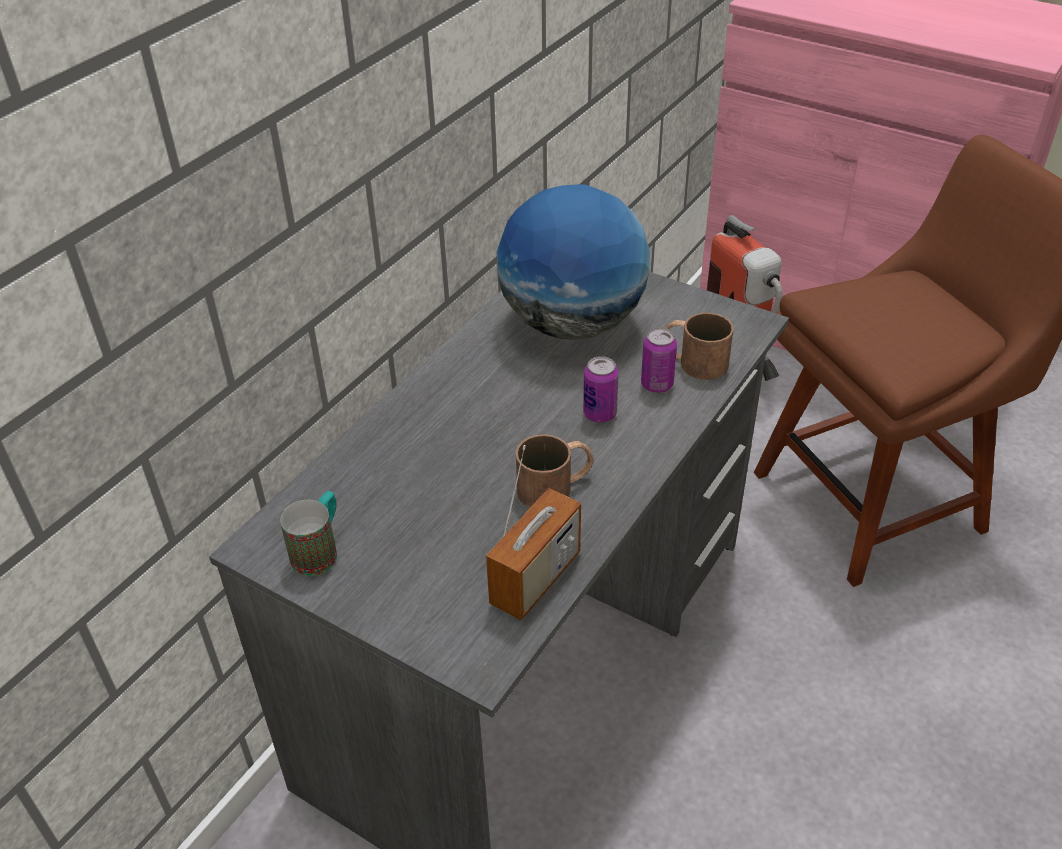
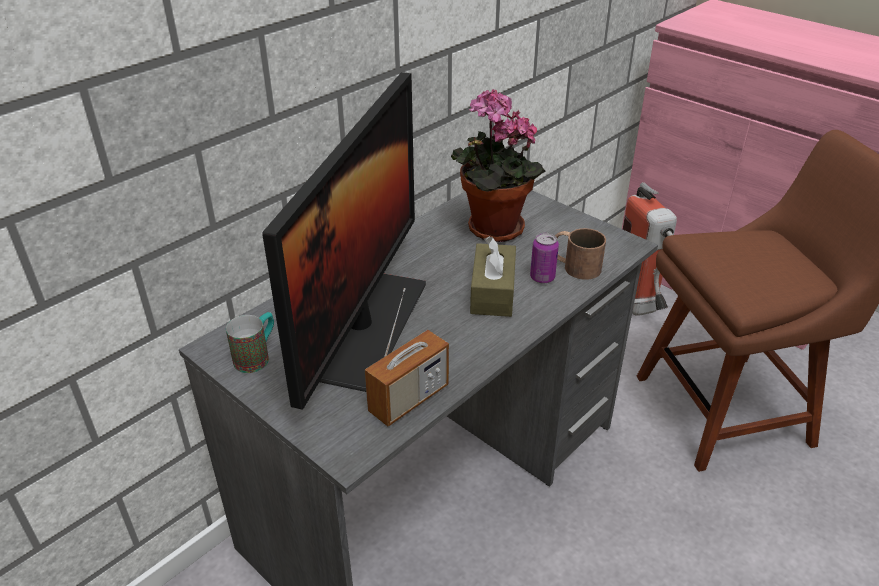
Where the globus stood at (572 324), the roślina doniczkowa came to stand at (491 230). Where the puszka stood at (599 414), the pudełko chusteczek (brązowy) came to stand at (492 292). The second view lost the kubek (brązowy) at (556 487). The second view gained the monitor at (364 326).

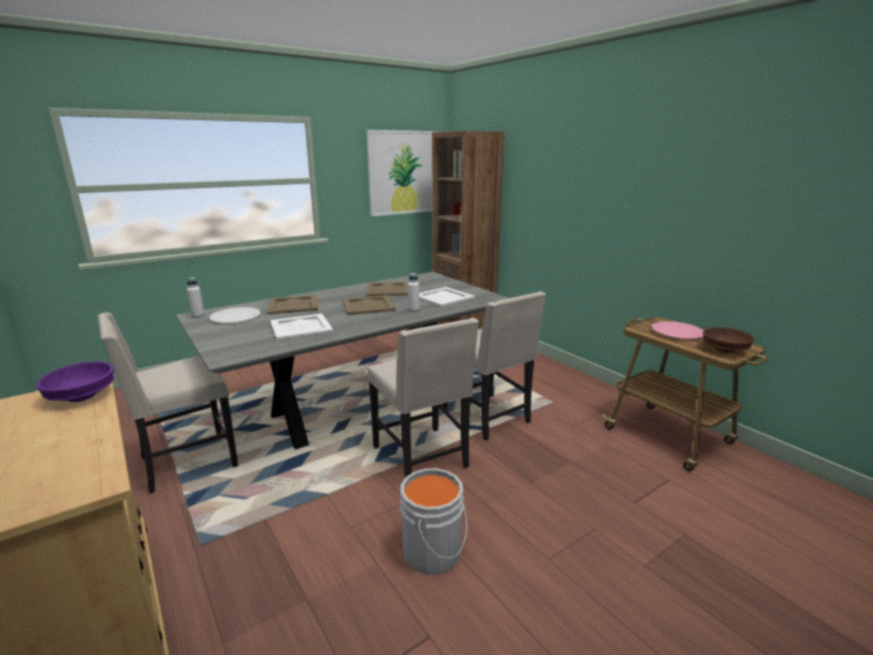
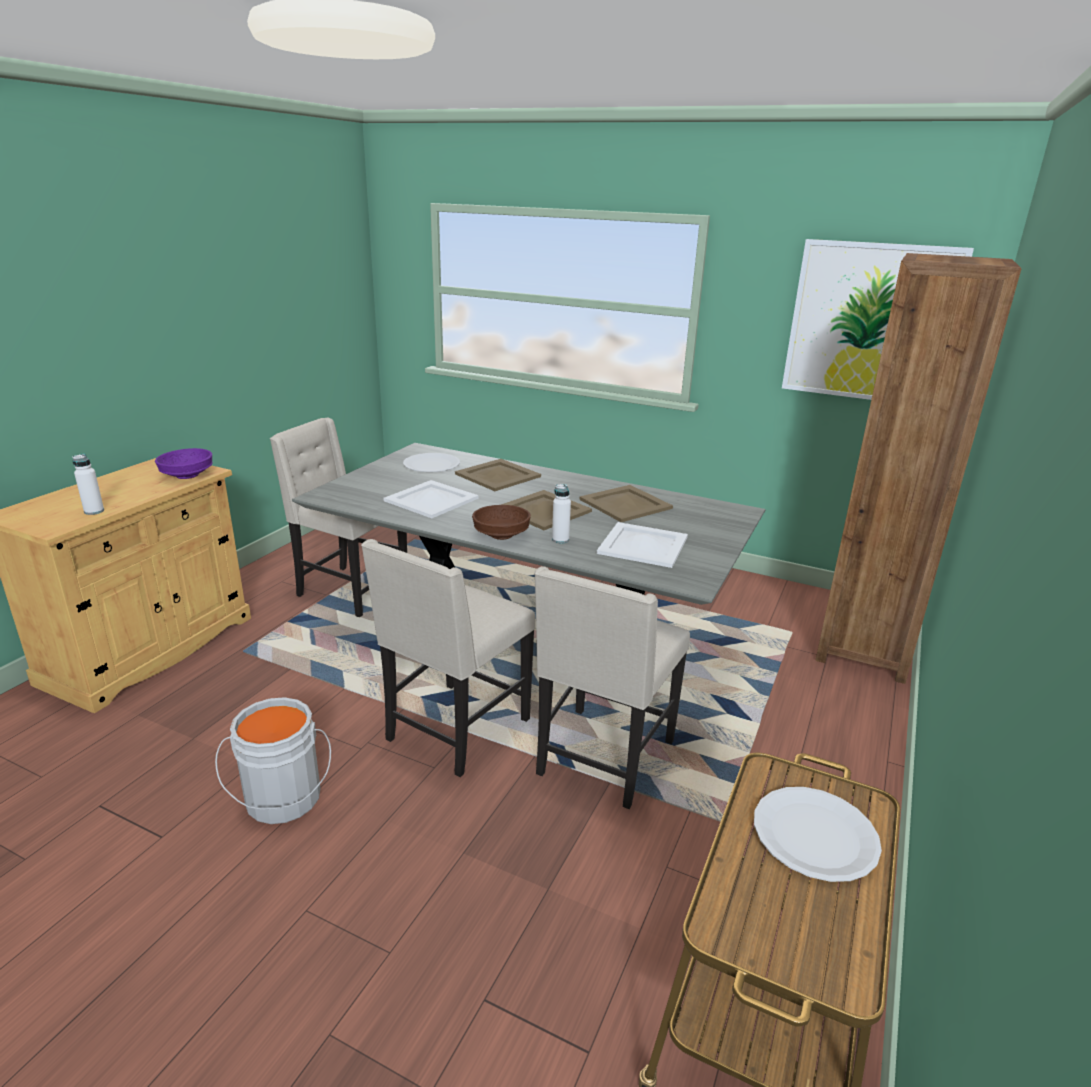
The butelka (biały) ended up elsewhere, having gone from (198 315) to (94 511). What was the talerz (różowy) at (677 332) turned into the talerz (biały) at (815 835). The miska (brązowy) ended up elsewhere, having gone from (724 350) to (502 535).

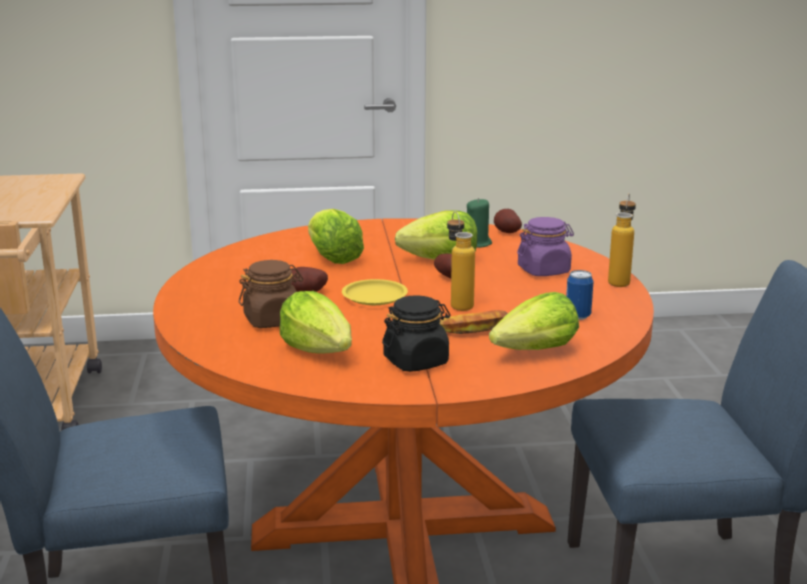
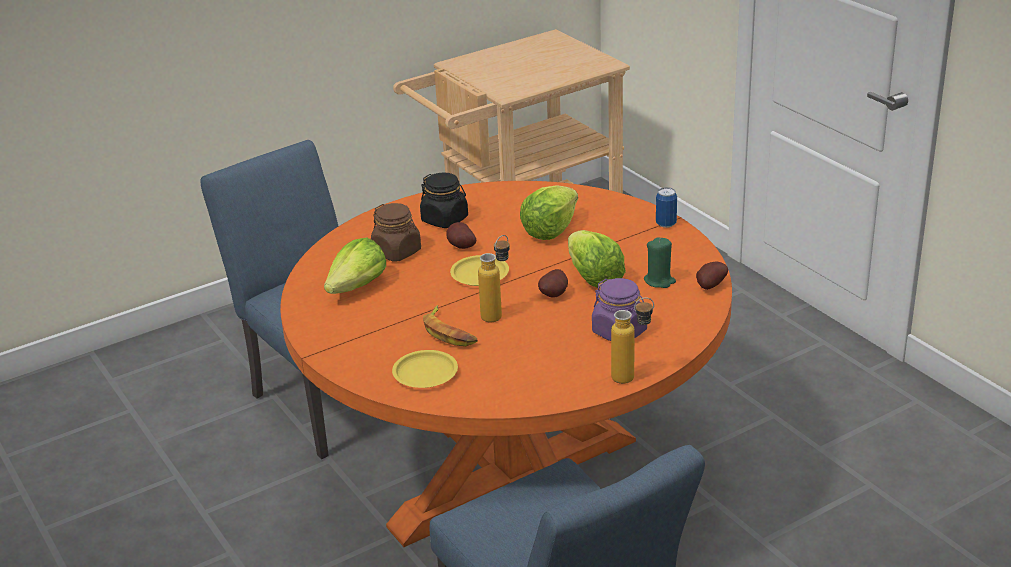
The puszka ended up elsewhere, having gone from (578 316) to (666 224). Where the sałata stood at (536 351), the talerz (żółty) came to stand at (425 374). The słoik (czarny) ended up elsewhere, having gone from (416 361) to (445 220).

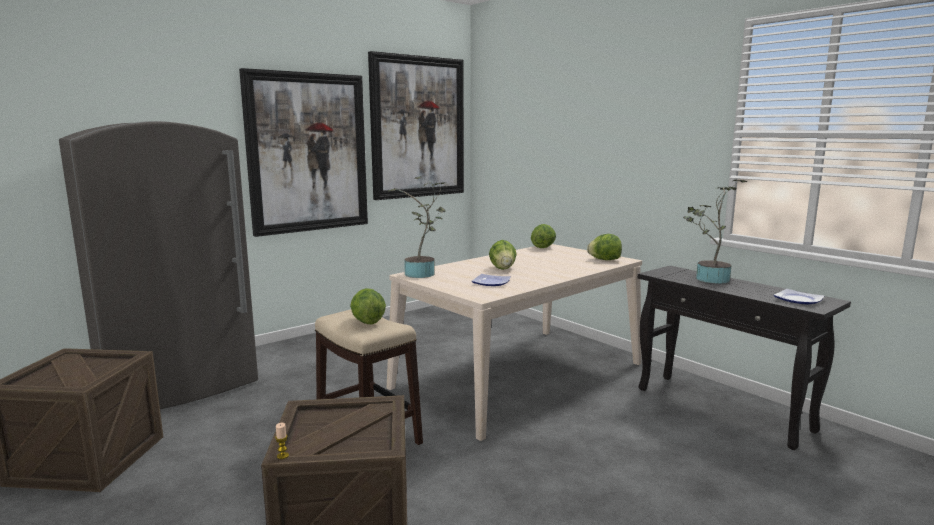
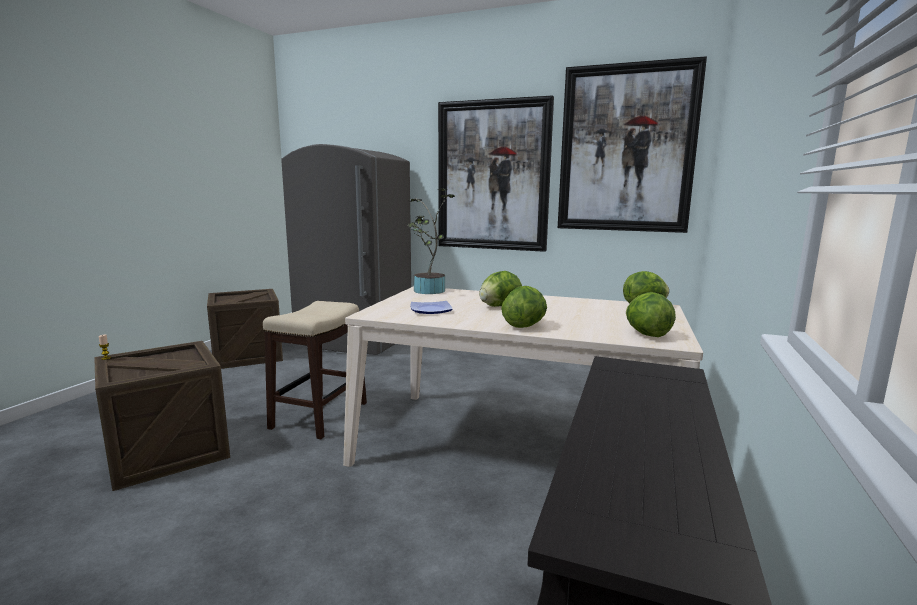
The second view lost the roślina doniczkowa at (709 279). The sałata ended up elsewhere, having gone from (367 322) to (524 326). The second view lost the talerz at (797 299).

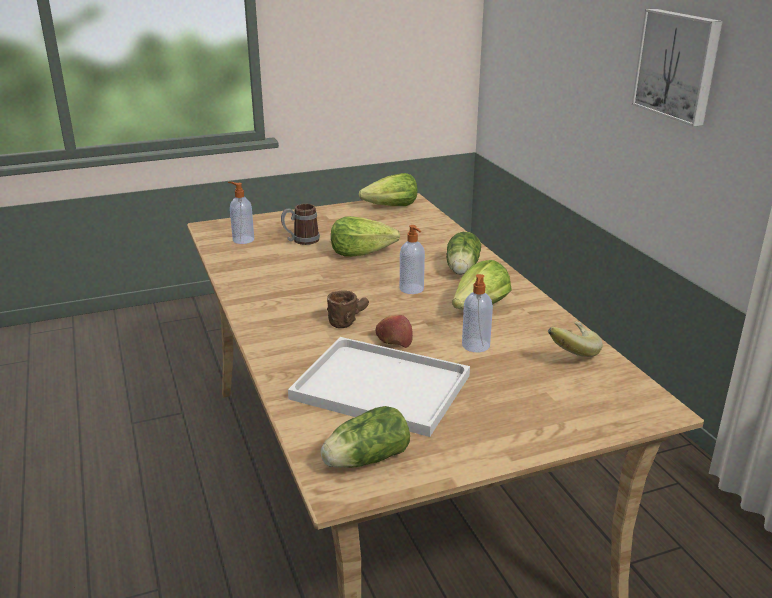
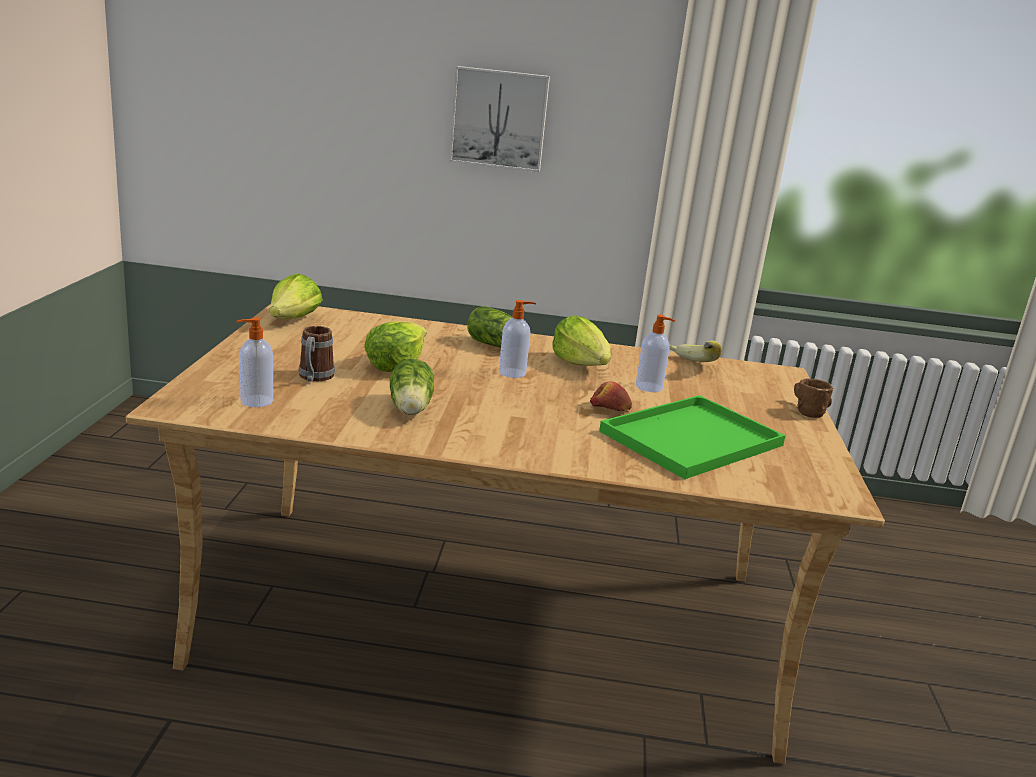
The kubek (brązowy) ended up elsewhere, having gone from (348 320) to (803 409). What was the taca (biały) at (384 387) turned into the taca (zielony) at (692 437). The sałata ended up elsewhere, having gone from (364 460) to (410 409).

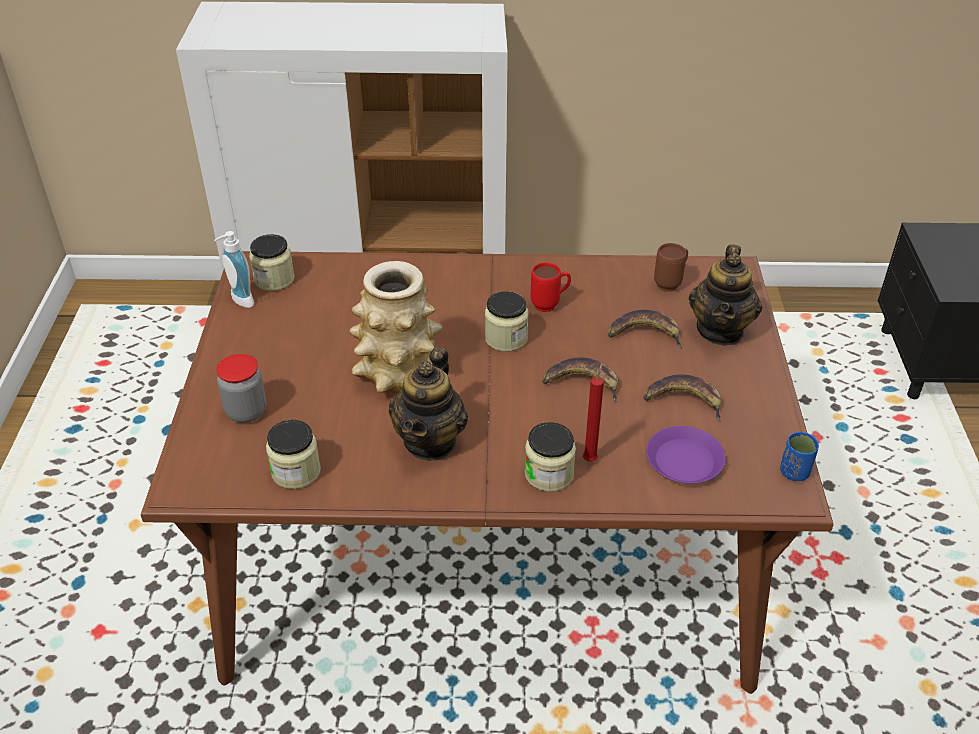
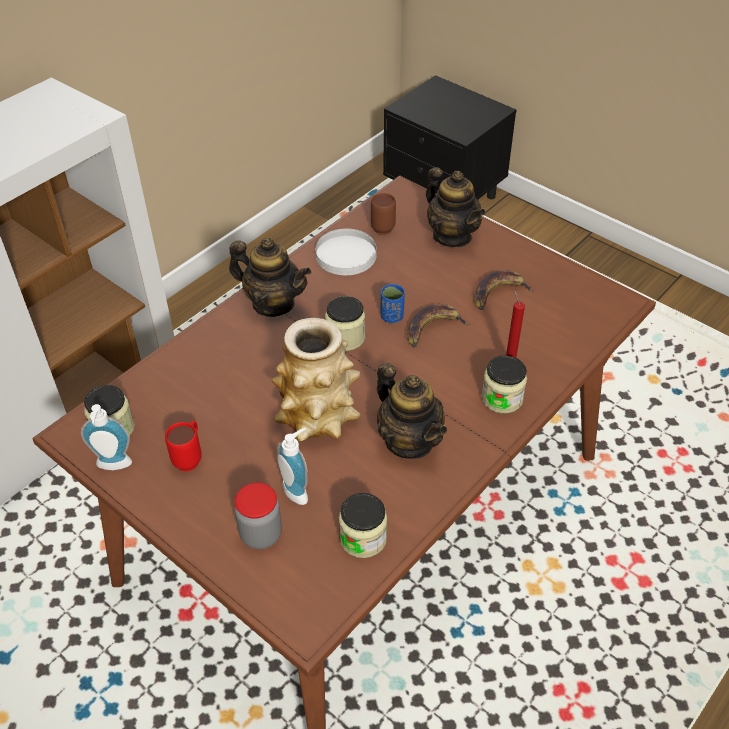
The kubek (czerwony) ended up elsewhere, having gone from (550 304) to (190 458). The second view lost the banan at (645 334). The second view lost the talerz (fioletowy) at (684 460). The filiżanka (niebieski) ended up elsewhere, having gone from (794 472) to (392 316). The second view gained the talerz (biały) at (346 255). The second view gained the imbryk at (273 303). The second view gained the dozownik mydła at (298 490).

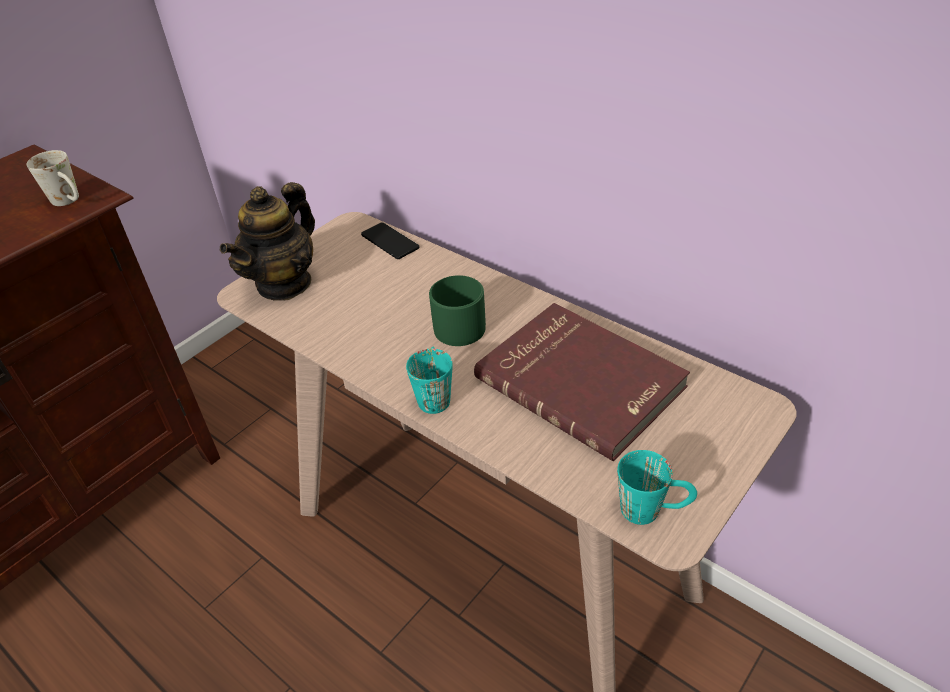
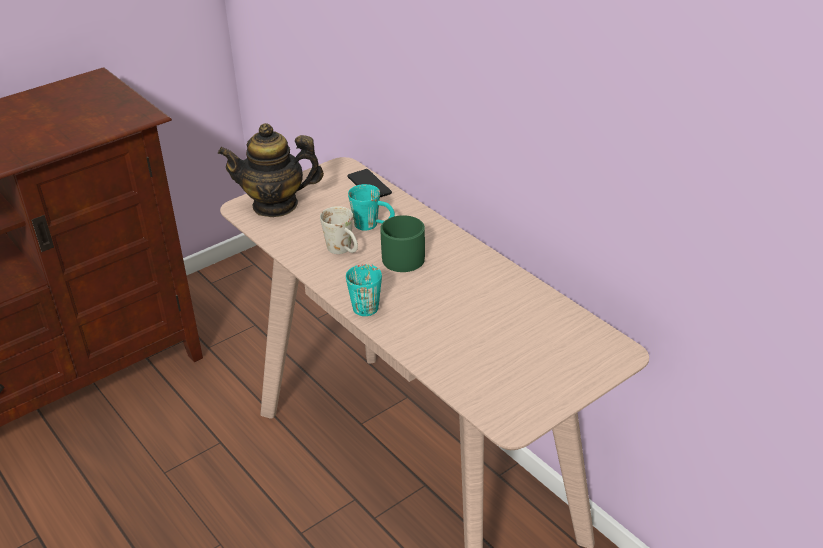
The kubek (biały) ended up elsewhere, having gone from (70 201) to (344 251). The imbryk at (284 283) ended up facing another way, 45 degrees clockwise from before. The second view lost the książka (czerwony) at (582 380). The kubek (turkusowy) ended up elsewhere, having gone from (652 510) to (373 225).

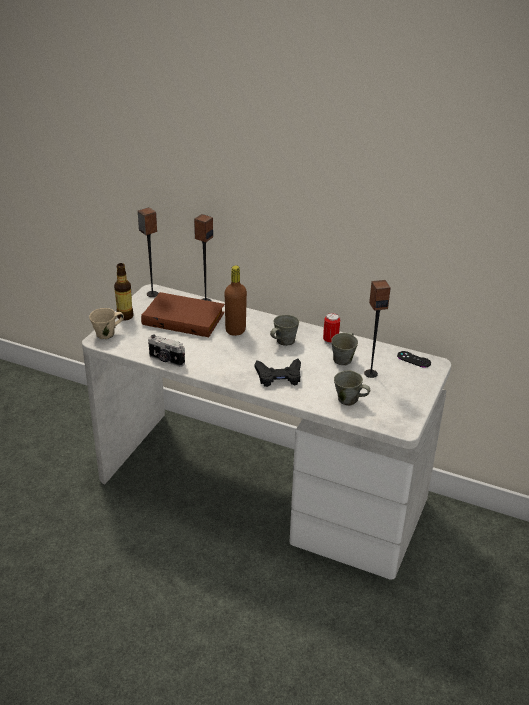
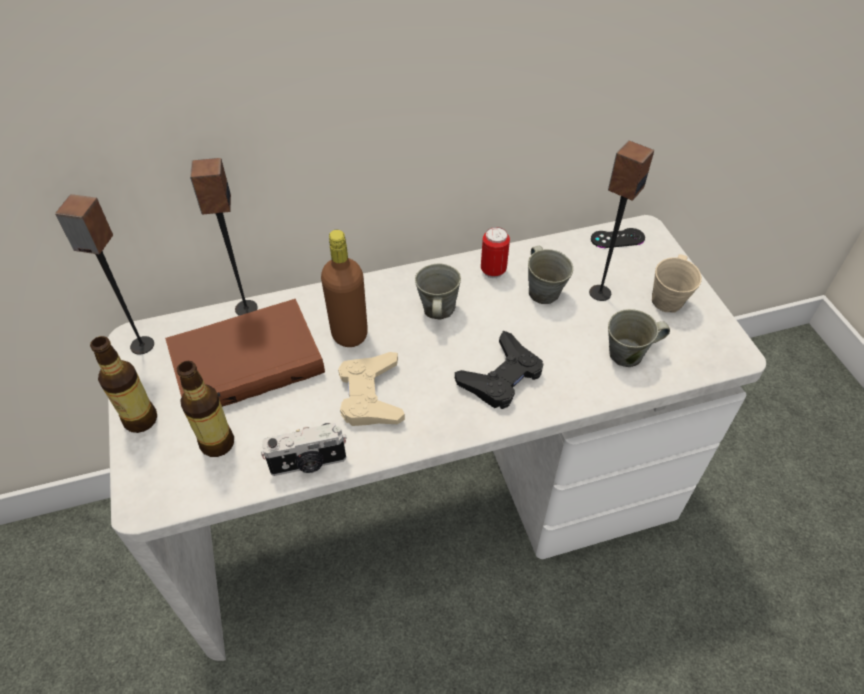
The kubek (beżowy) ended up elsewhere, having gone from (106 334) to (668 300). The second view gained the pad do gier (beżowy) at (371 395). The second view gained the butelka at (217 443).

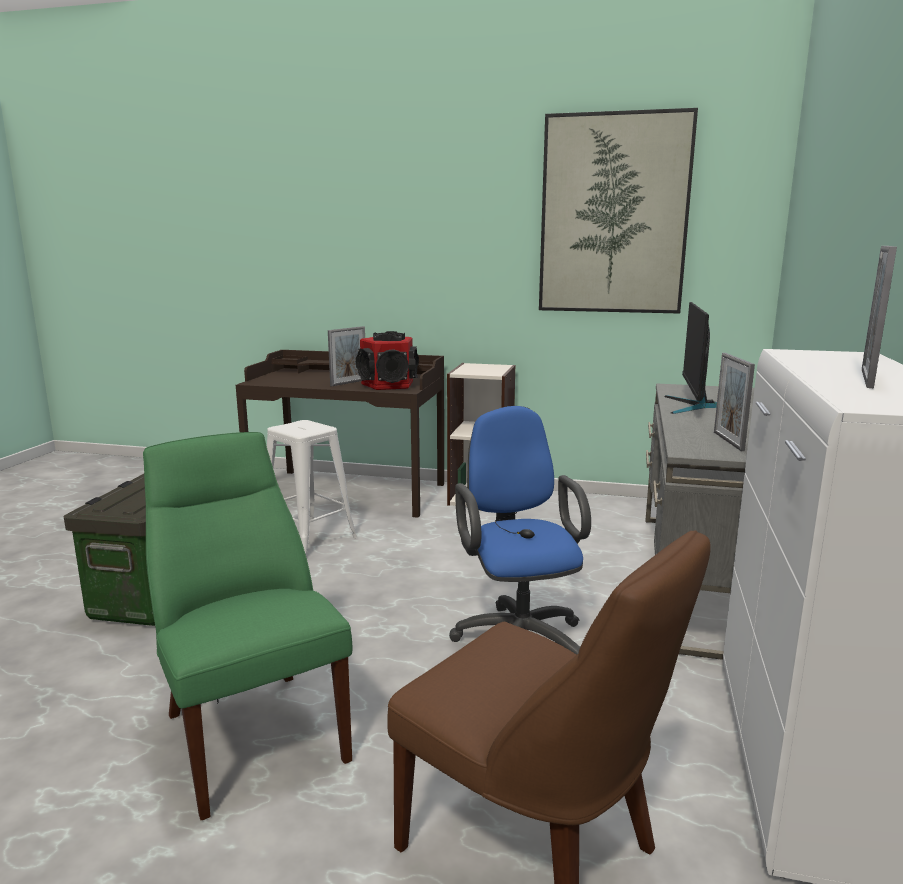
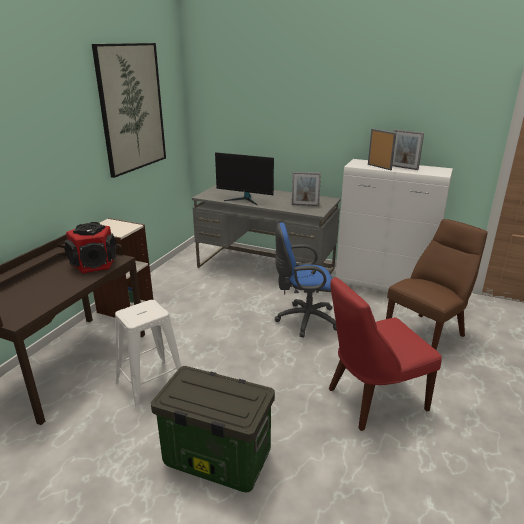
The ramka na zdjęcie ended up elsewhere, having gone from (348 383) to (379 167). What was the krzesło (zielony) at (251 731) turned into the krzesło (czerwony) at (372 399).

